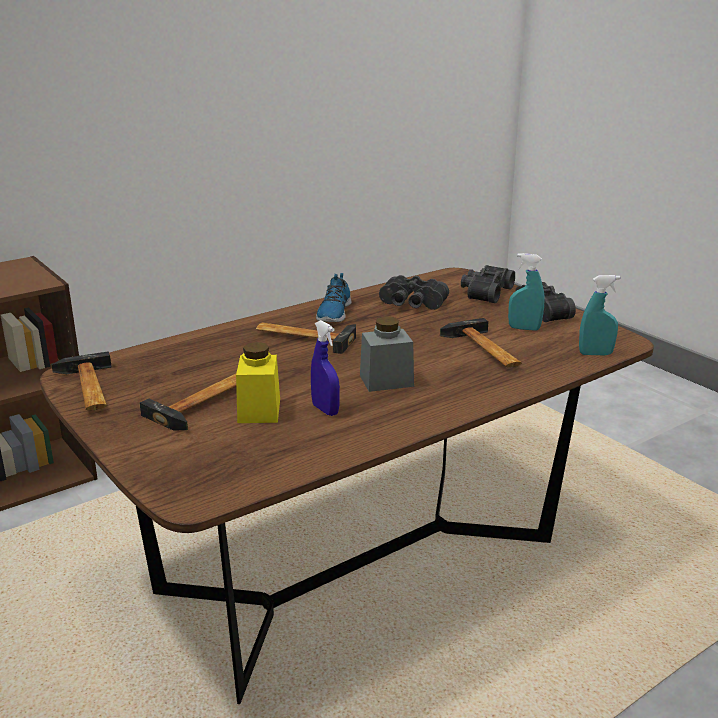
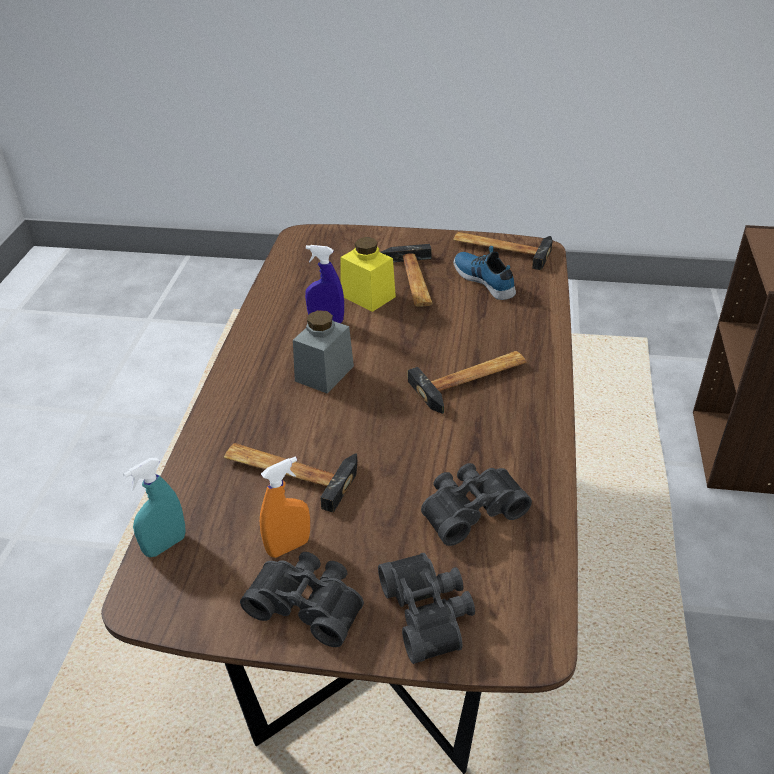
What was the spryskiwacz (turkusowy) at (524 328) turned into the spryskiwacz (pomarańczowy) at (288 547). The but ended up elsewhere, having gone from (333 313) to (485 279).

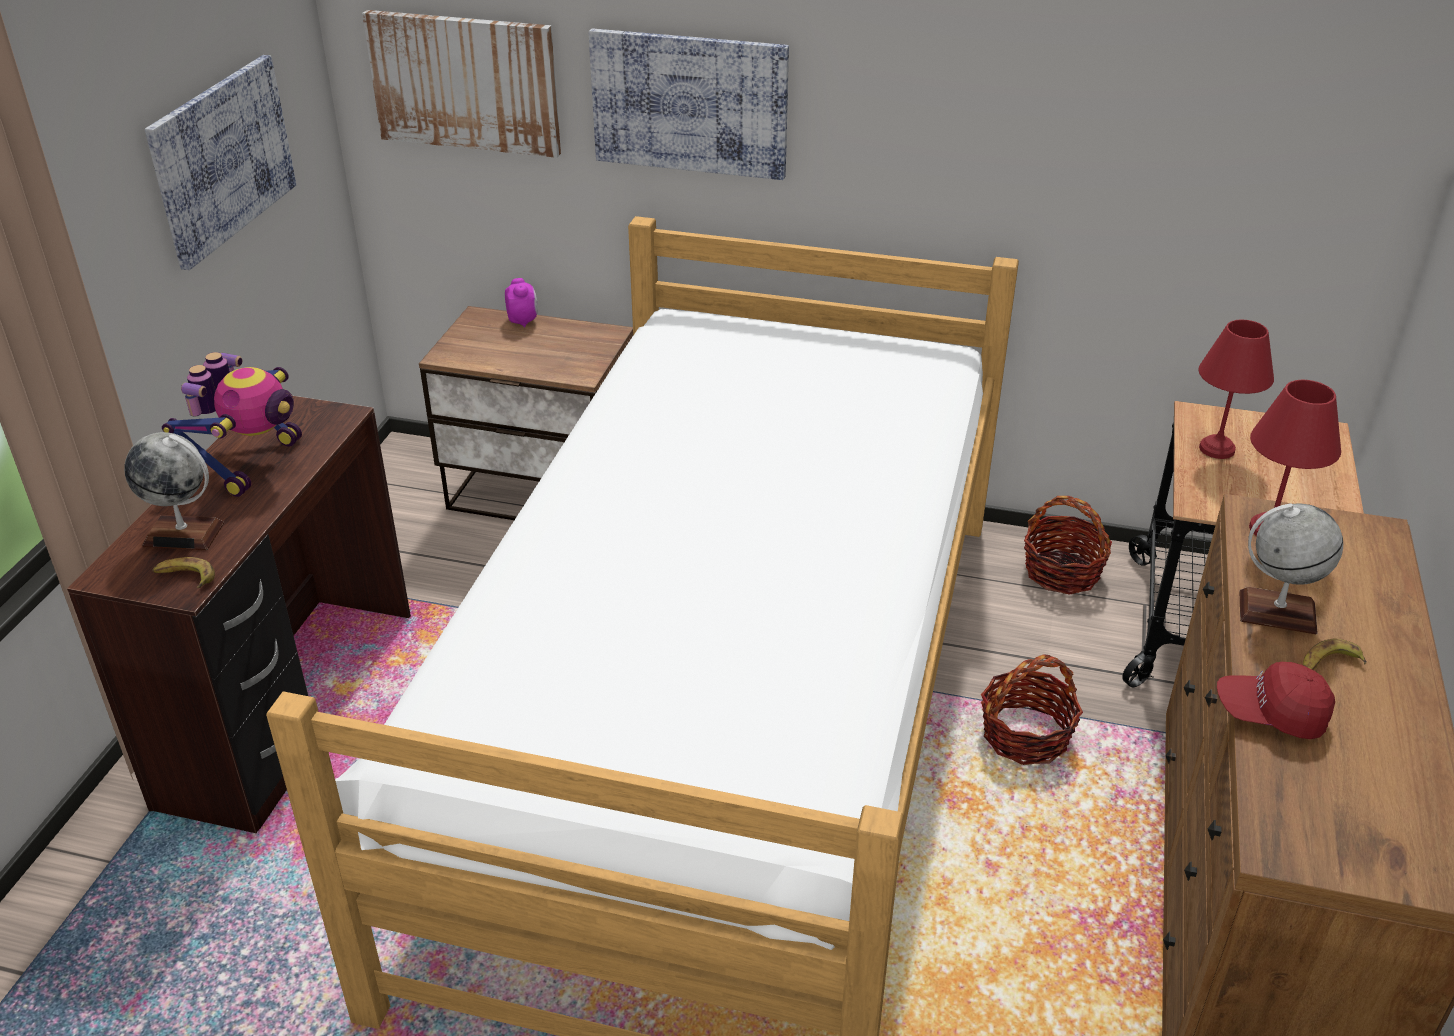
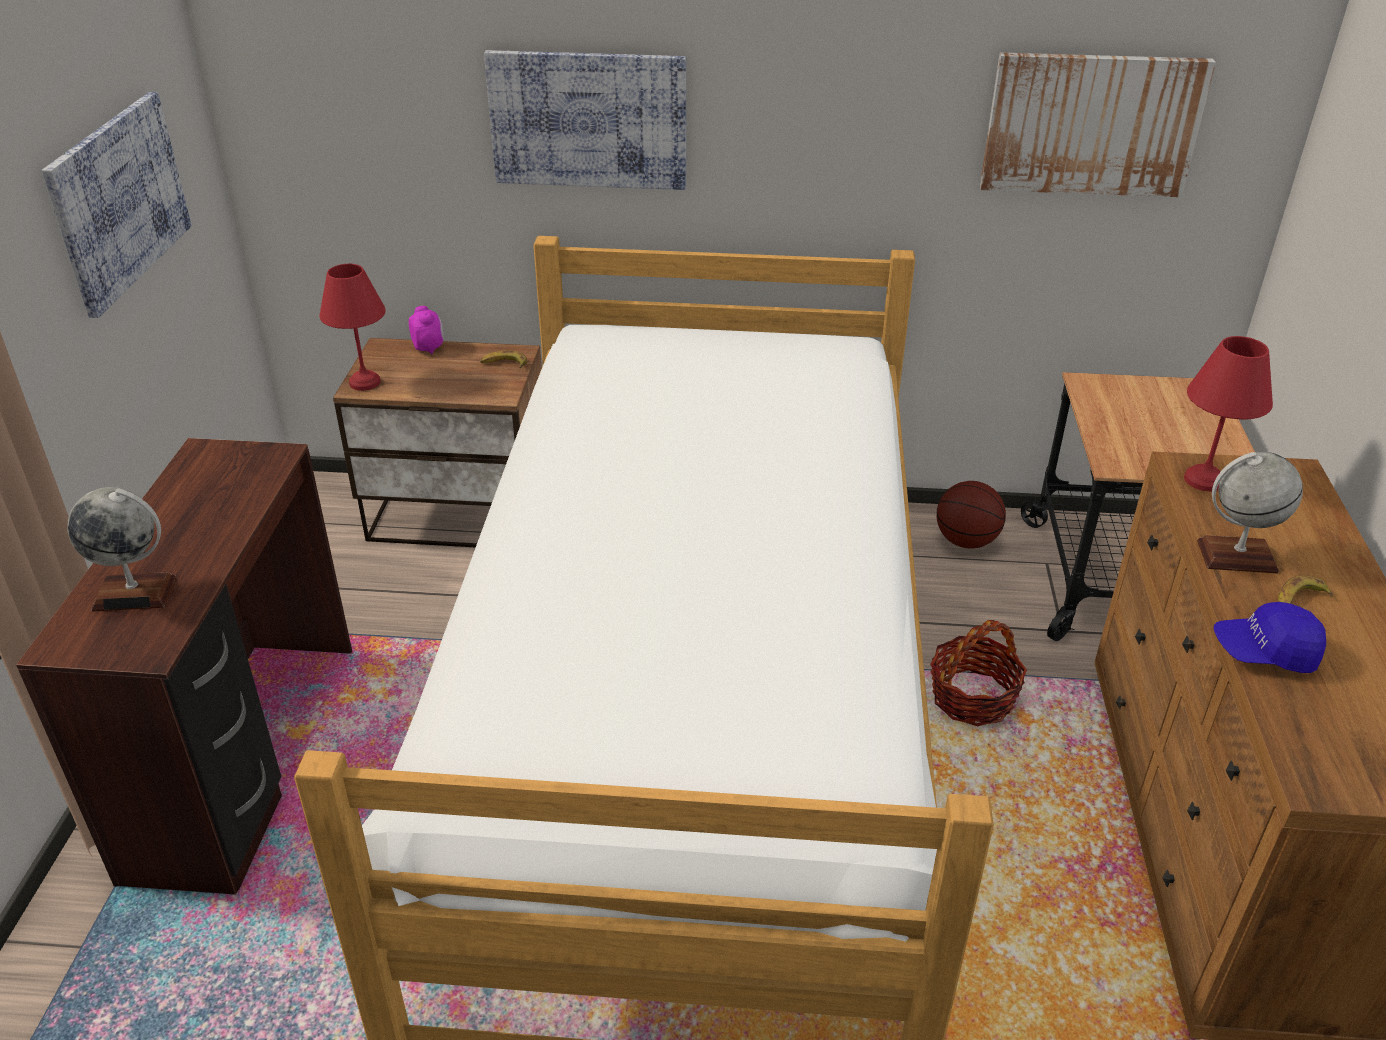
The obraz ended up elsewhere, having gone from (465 82) to (1091 124). The lampa stołowa (czerwony) ended up elsewhere, having gone from (1218 449) to (366 382). The second view lost the robot zabawkowy at (253 463). Where the koszyk stood at (1062 572), the piłka do koszykówki came to stand at (966 541). The banan ended up elsewhere, having gone from (185 577) to (504 364). What was the czapka z daszkiem (czerwony) at (1270 713) turned into the czapka z daszkiem (niebieski) at (1264 653).

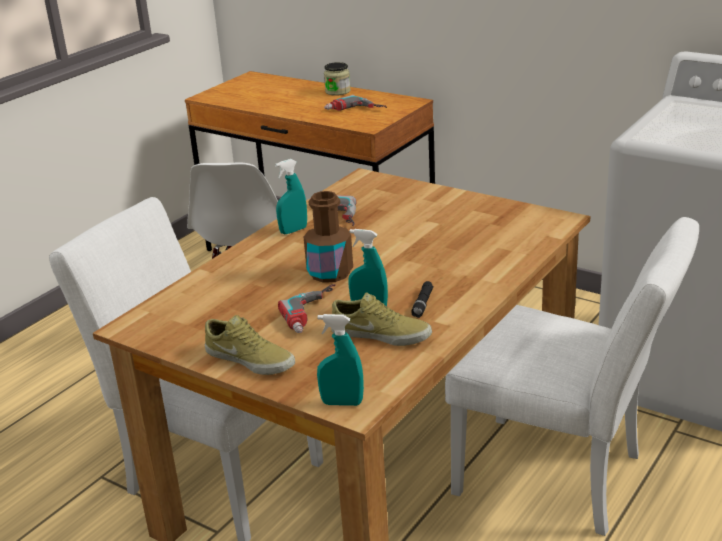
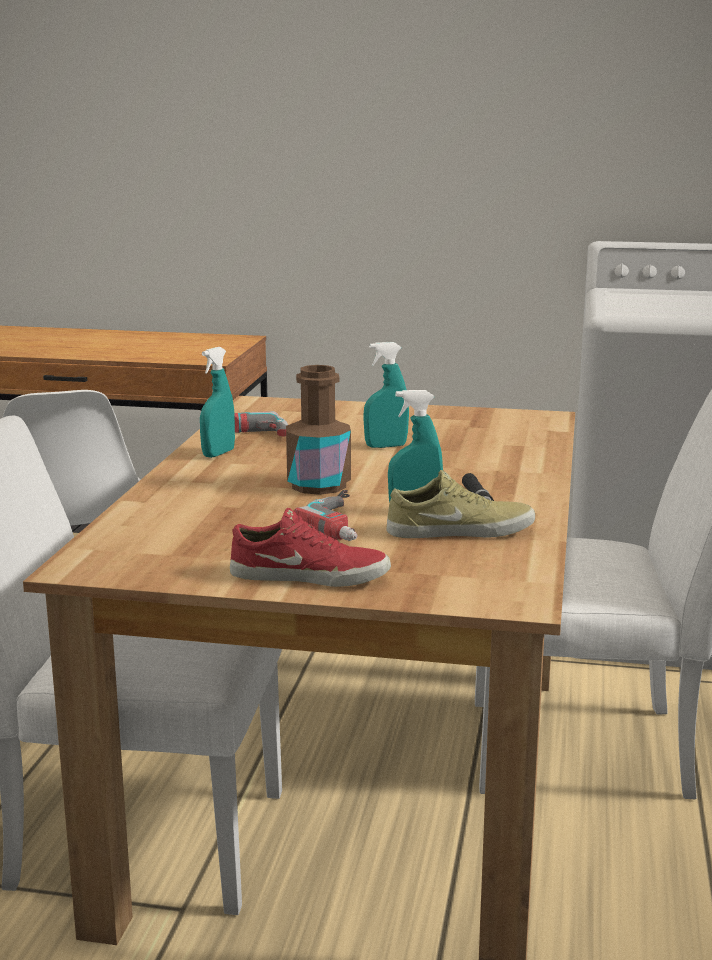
The second view lost the słoik at (337 91). The second view lost the wiertarka at (354 111). The spryskiwacz (turkusowy) ended up elsewhere, having gone from (342 403) to (386 446). What was the but (beżowy) at (251 359) turned into the but (czerwony) at (310 575).

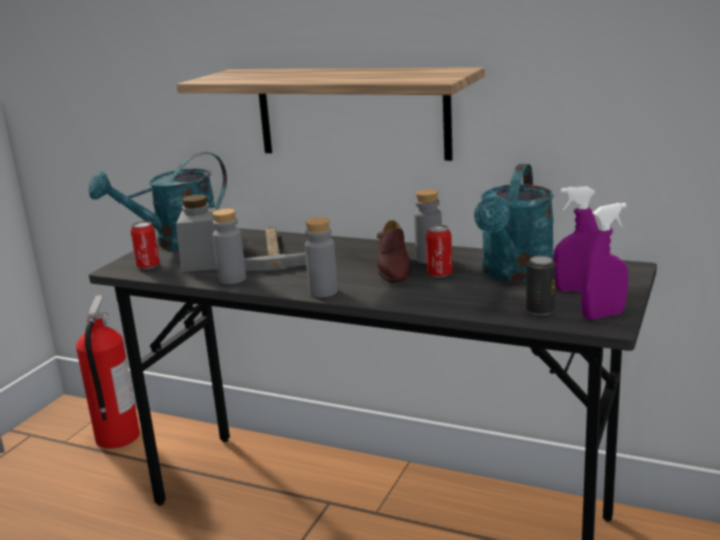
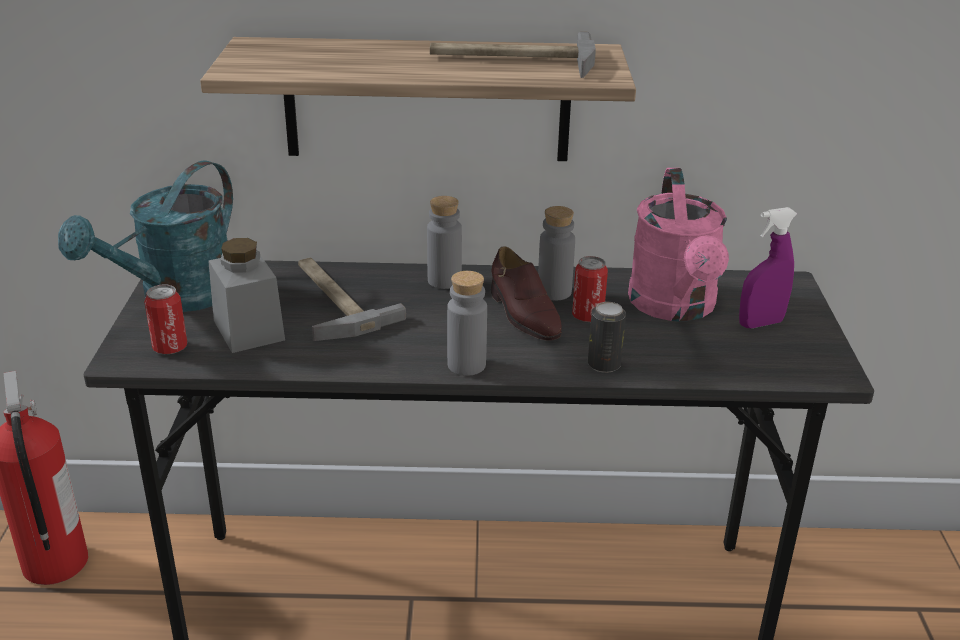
What was the konewka (turkusowy) at (514 275) turned into the konewka (różowy) at (675 308). The second view lost the spryskiwacz (fioletowy) at (603 315). The butelka (szary) ended up elsewhere, having gone from (232 279) to (444 281). The puszka ended up elsewhere, having gone from (540 310) to (604 365). The second view gained the młotek at (512 59).

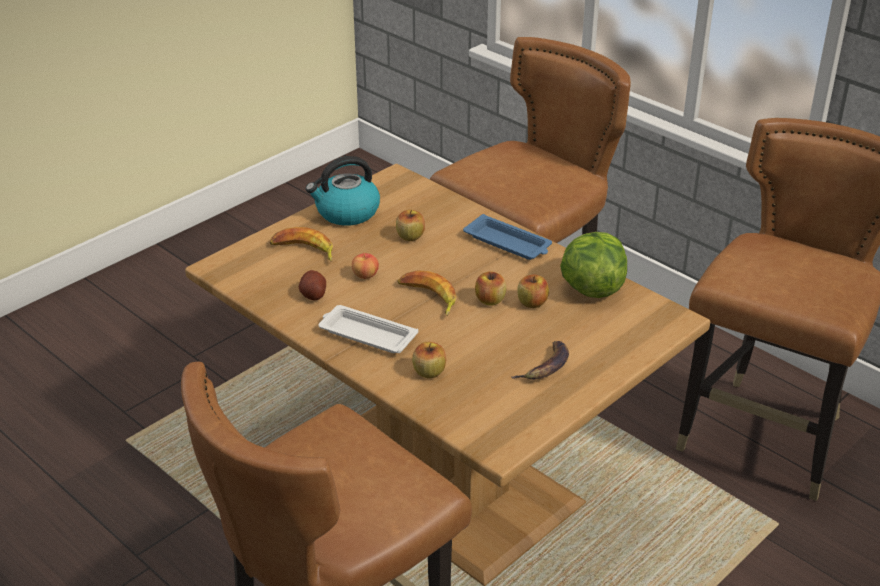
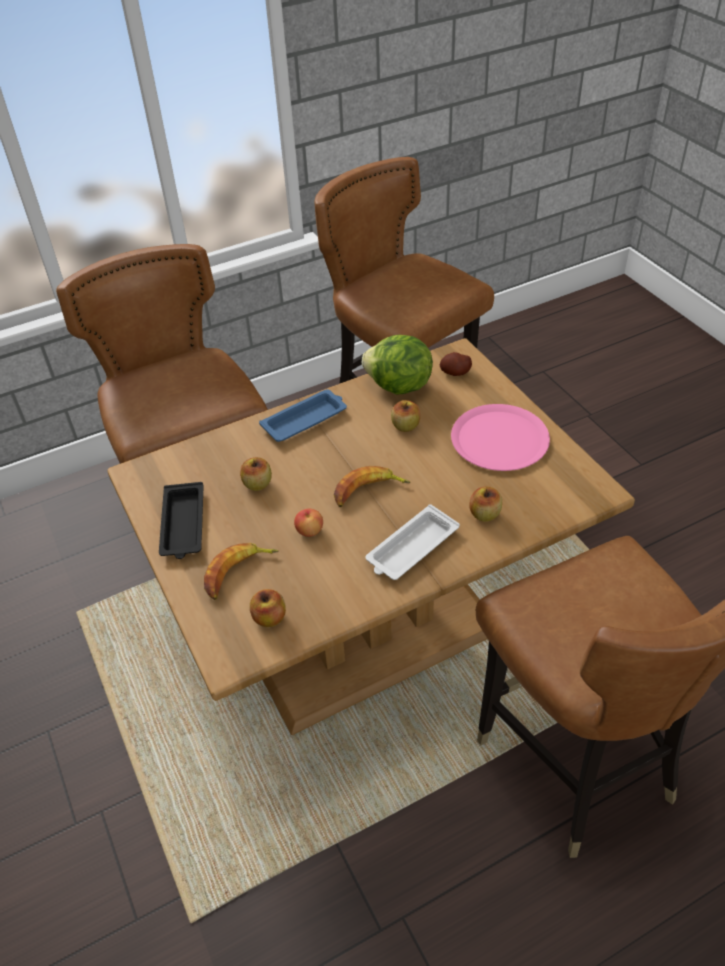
Where the czajnik stood at (346 212), the taca (czarny) came to stand at (183 525). The ziemniak ended up elsewhere, having gone from (313 295) to (455 372). The jabłko ended up elsewhere, having gone from (490 300) to (269 618). Where the banan stood at (546 367), the talerz (różowy) came to stand at (500 439).

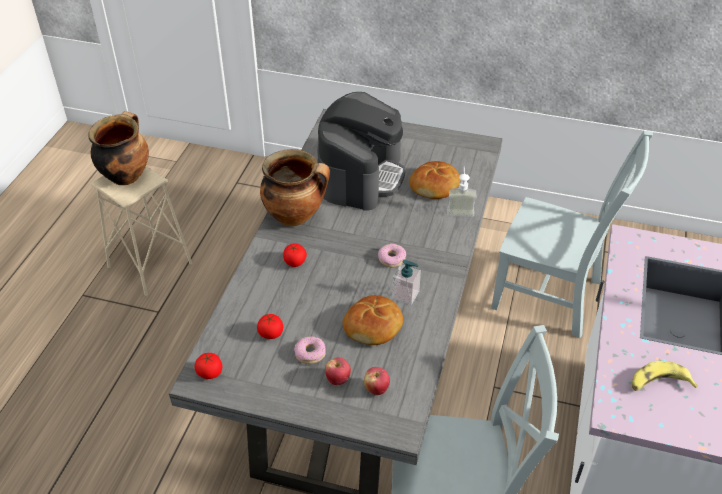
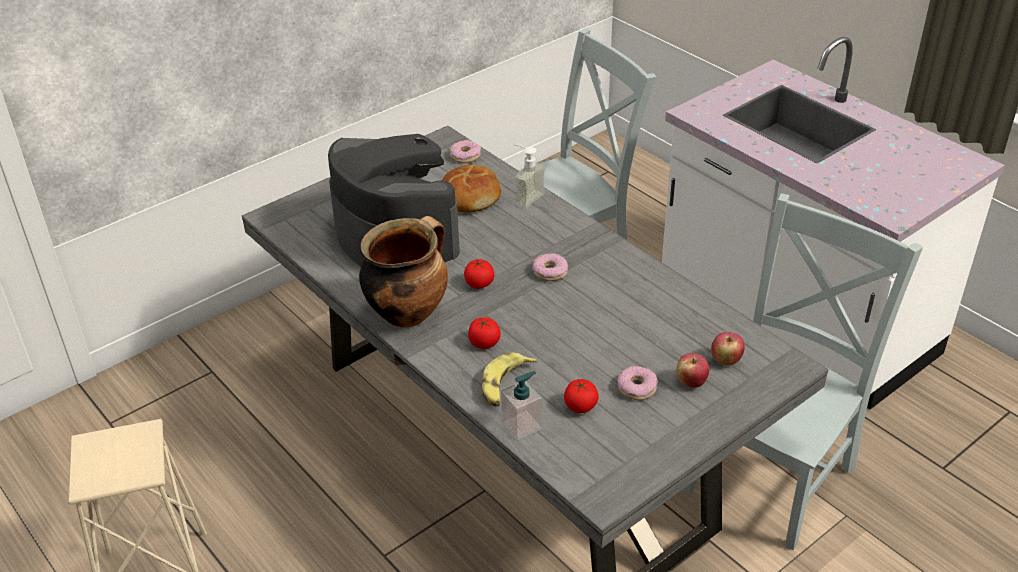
The second view lost the garnek at (126 175). The dozownik mydła ended up elsewhere, having gone from (406 295) to (522 425). The second view lost the chleb at (373 326). The pomidor ended up elsewhere, having gone from (210 373) to (479 284). The banan ended up elsewhere, having gone from (658 383) to (505 385). The second view gained the donut at (465 156).

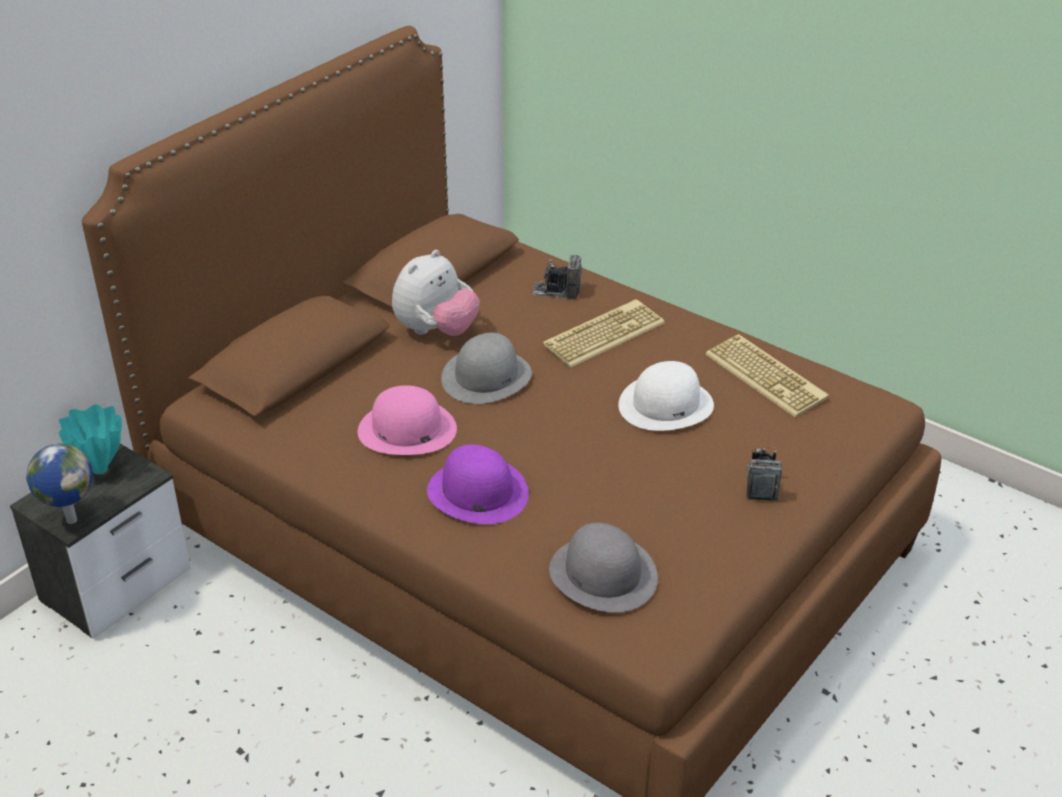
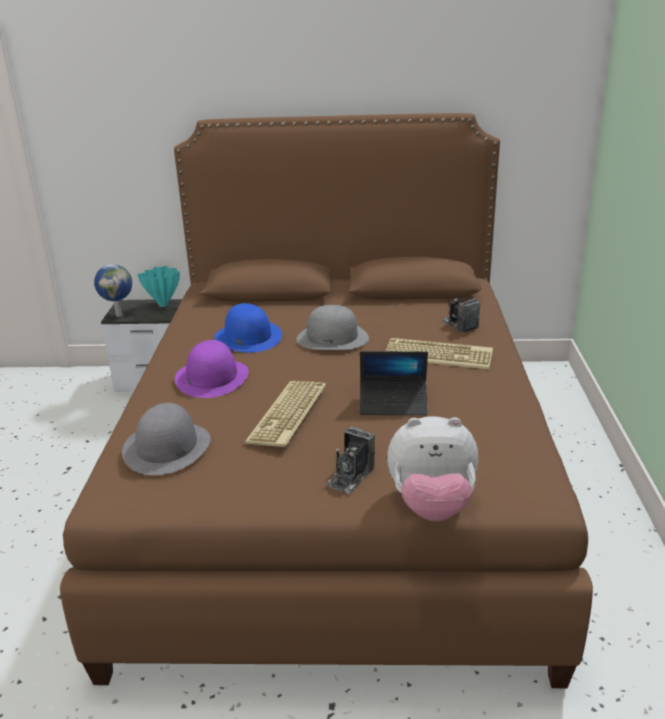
The pluszak ended up elsewhere, having gone from (436 331) to (432 506). The klawiatura ended up elsewhere, having gone from (768 376) to (289 415). Where the kapelusz (biały) stood at (666 404), the laptop came to stand at (393 404). What was the kapelusz (różowy) at (406 429) turned into the kapelusz (niebieski) at (248 337). The aparat fotograficzny at (761 484) ended up facing another way, 150 degrees clockwise from before.

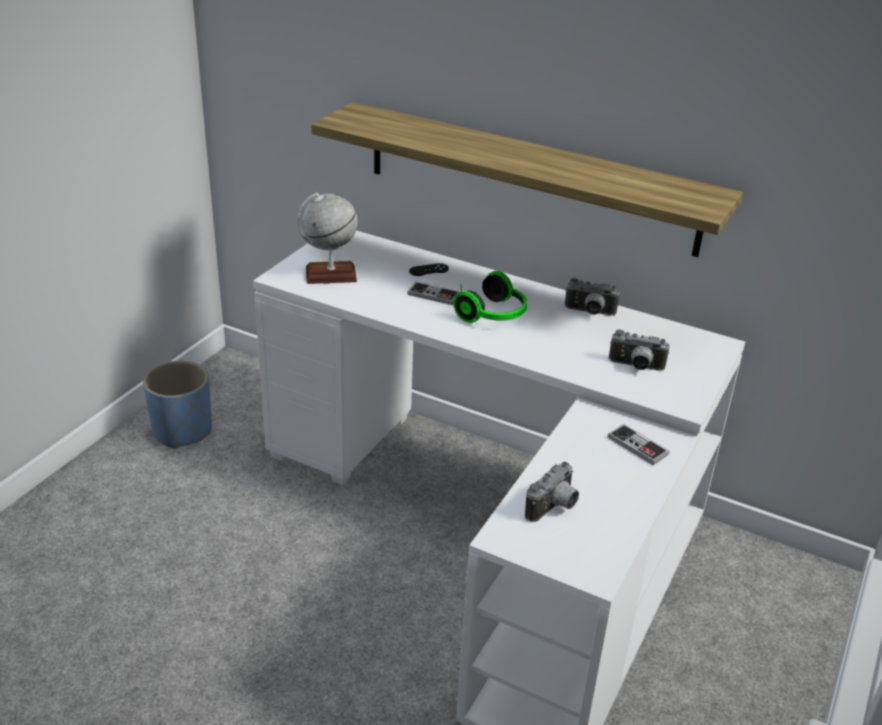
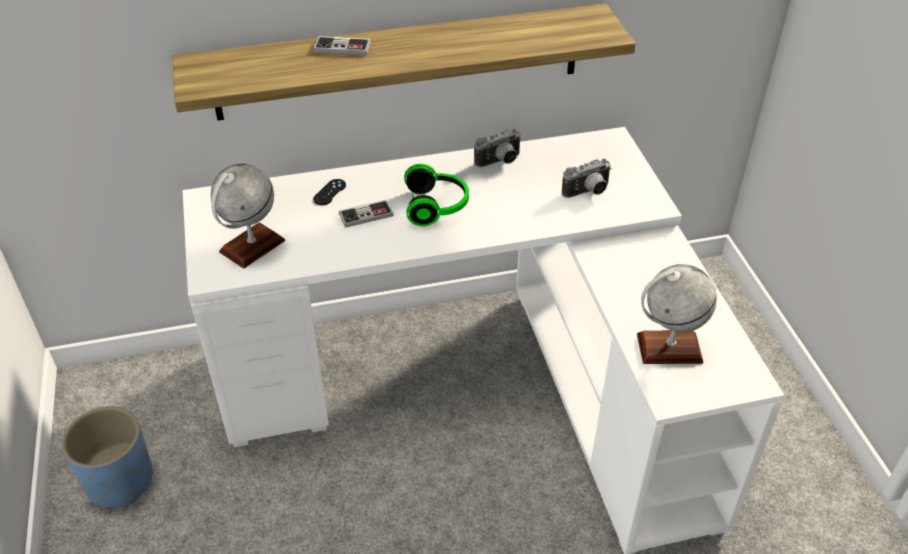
The pad do gier ended up elsewhere, having gone from (637 446) to (342 48). Where the aparat fotograficzny stood at (554 508), the globus came to stand at (669 348).

